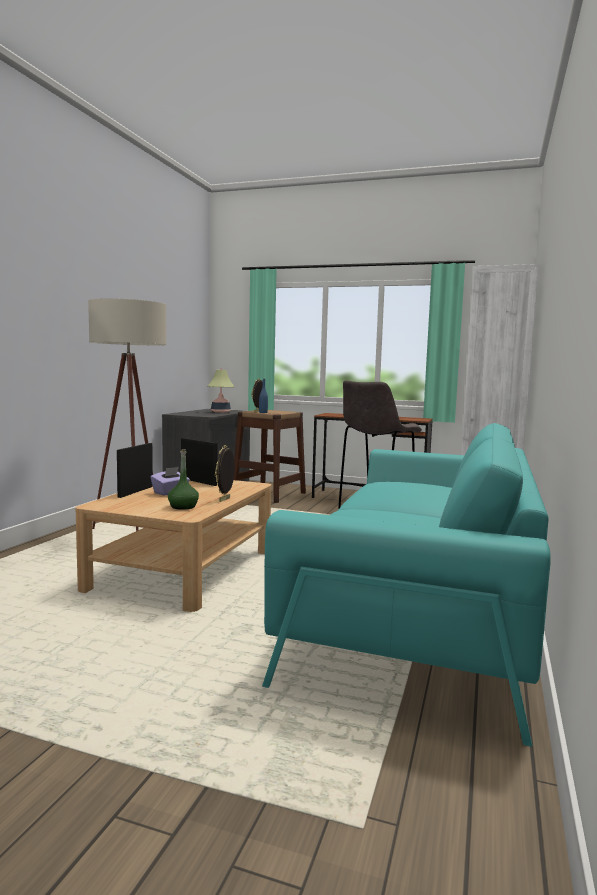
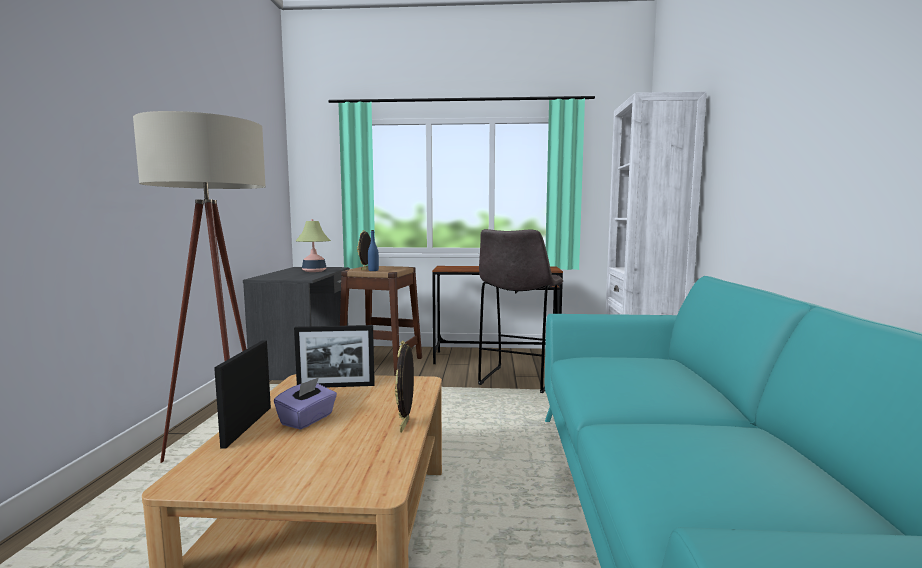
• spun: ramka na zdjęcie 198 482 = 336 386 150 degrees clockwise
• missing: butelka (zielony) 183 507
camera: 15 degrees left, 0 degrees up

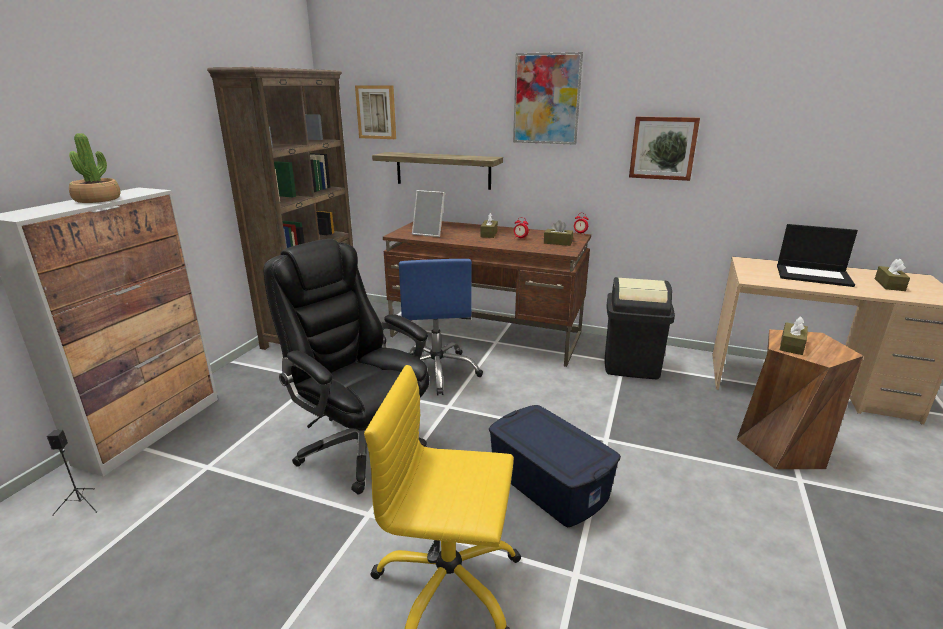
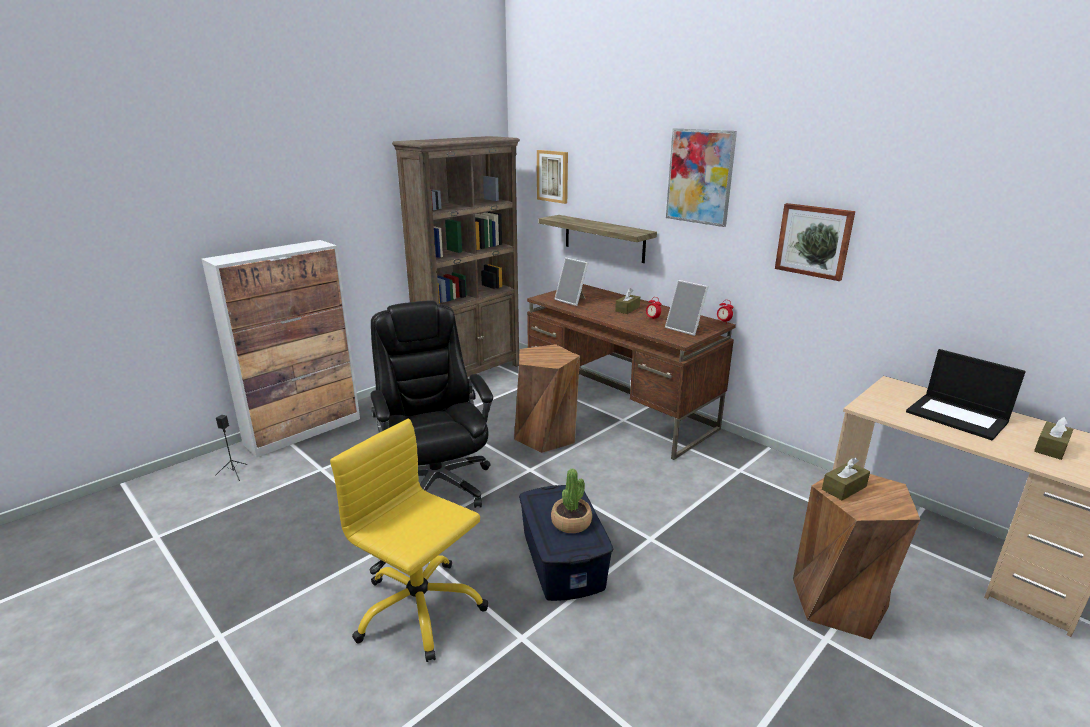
• exchanged: krzesło biurowe (niebieski) 437 372 to stołek (brązowy) 545 436
• relocated: roślina doniczkowa 97 199 to 571 522
• exchanged: pudełko chusteczek (brązowy) 558 242 to ramka na zdjęcie 685 329
• missing: kosz na śmieci (czarny) 631 365
camera: 25 degrees right, 0 degrees up

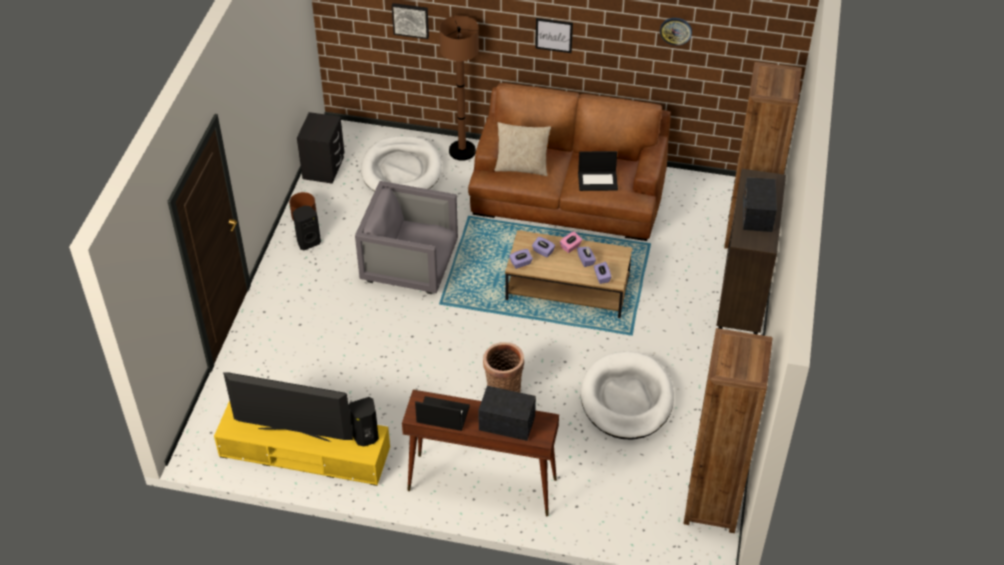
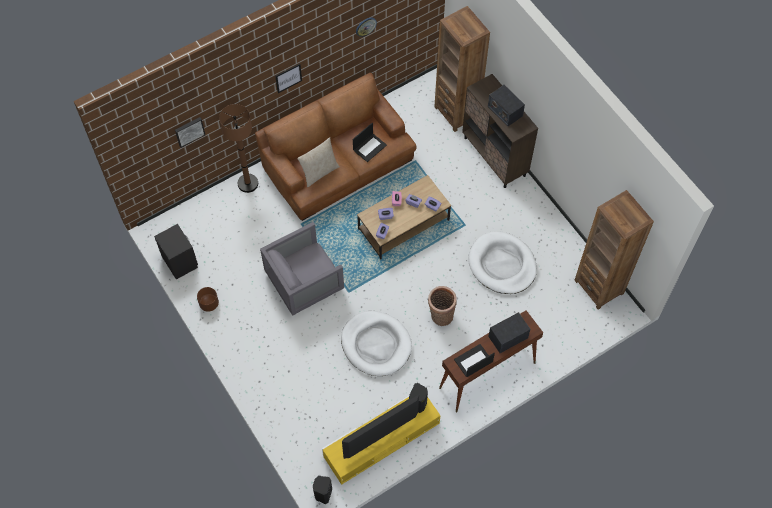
• relocated: głośnik (czarny) 308 242 to 323 494
• relocated: legowisko (biały) 401 170 to 376 344
camera: 45 degrees left, 15 degrees up

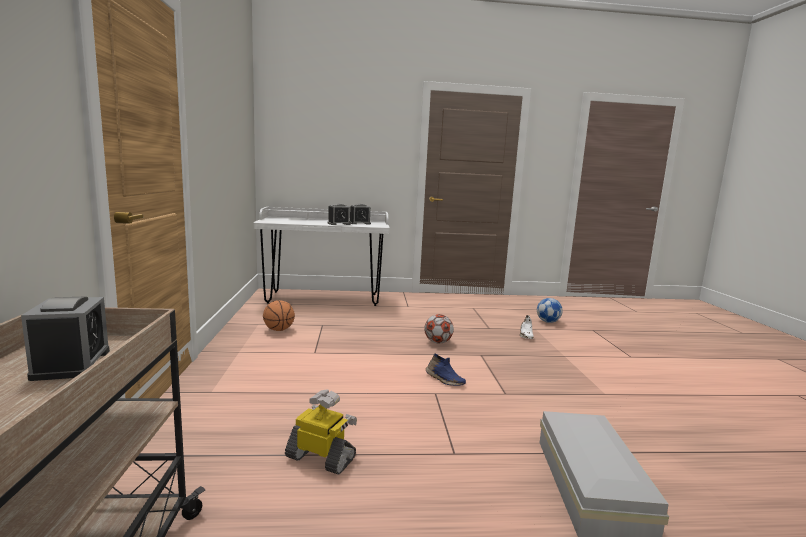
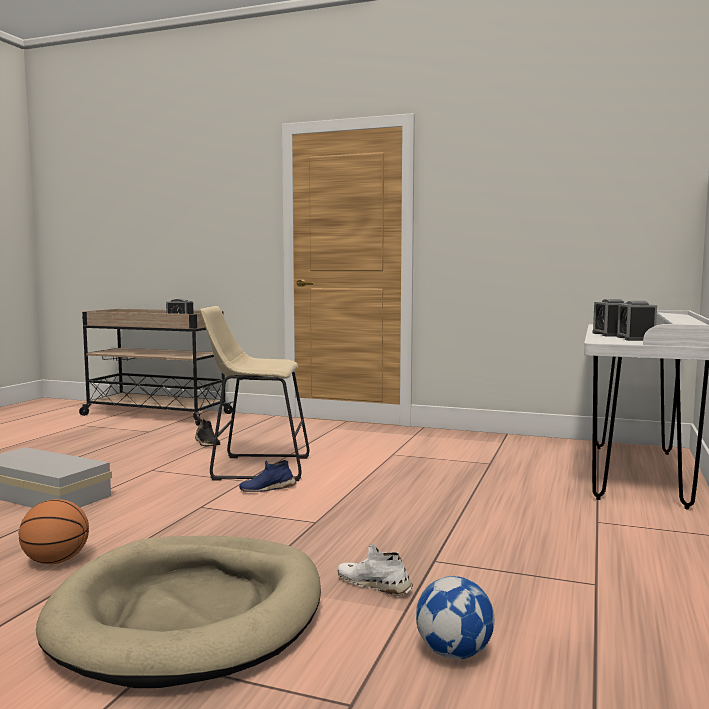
• relocated: piłka do koszykówki 279 330 to 56 562
• appeared: legowisko (beżowy) 190 613
• exchanged: robot zabawkowy 322 458 to but (czarny) 206 443
• appeared: stołek (beżowy) 255 468
• missing: piłka futbolowa 438 342
camera: 115 degrees right, 5 degrees down

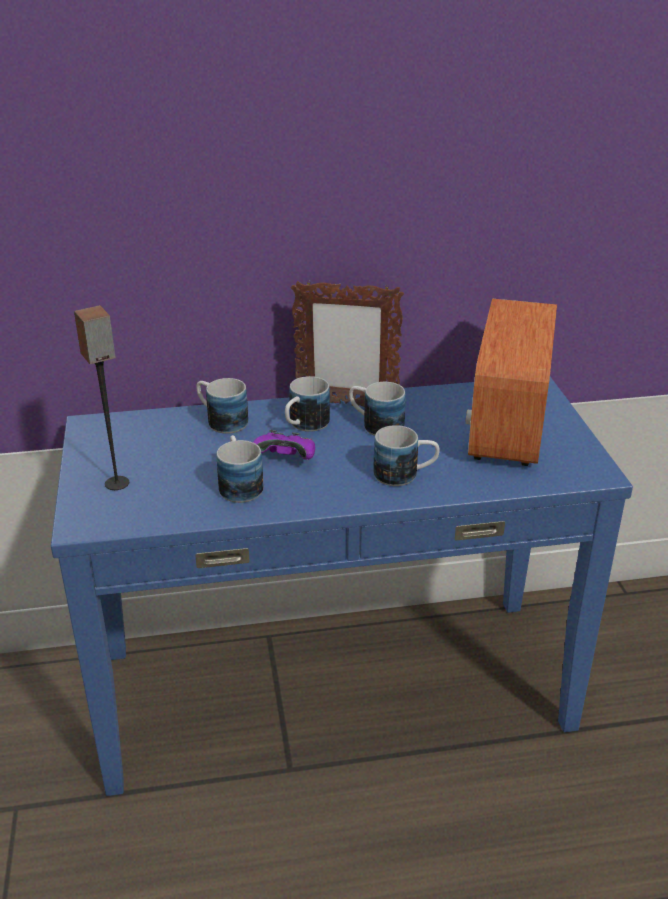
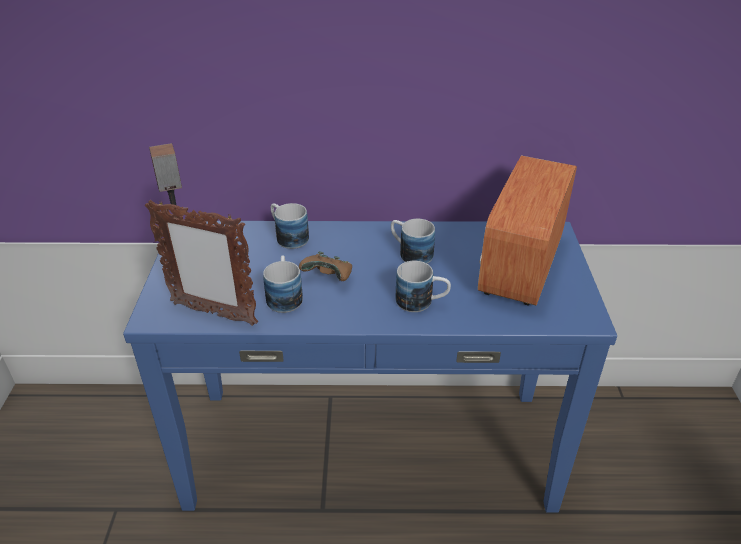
• relocated: ramka na zdjęcie 346 404 to 213 313
• colour: pad do gier (fioletowy) 286 460 to pad do gier (brązowy) 329 277
• missing: kubek 304 426
camera: 10 degrees right, 5 degrees up

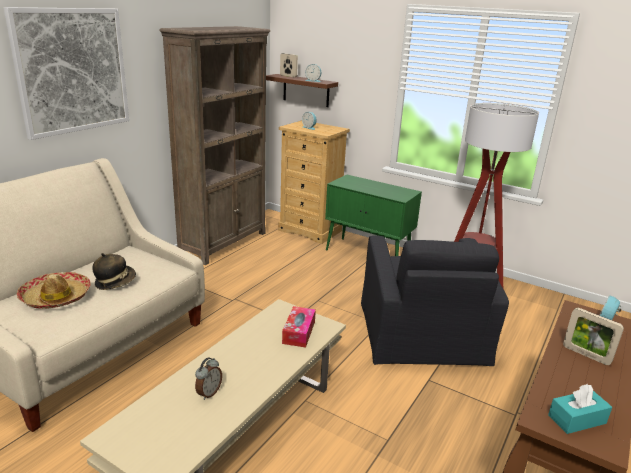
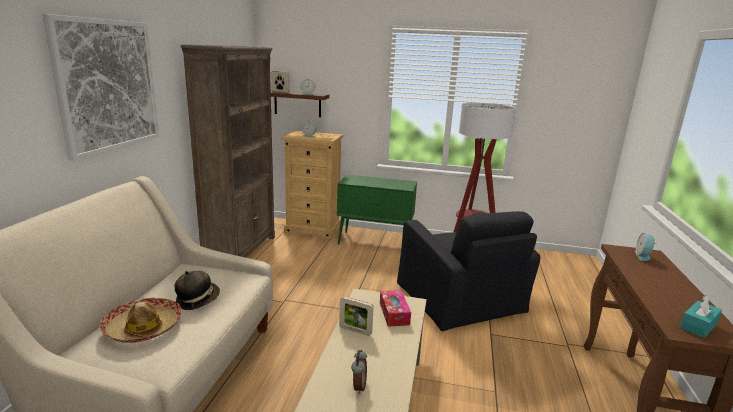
• relocated: ramka na zdjęcie 586 355 to 355 331
camera: 20 degrees left, 5 degrees down

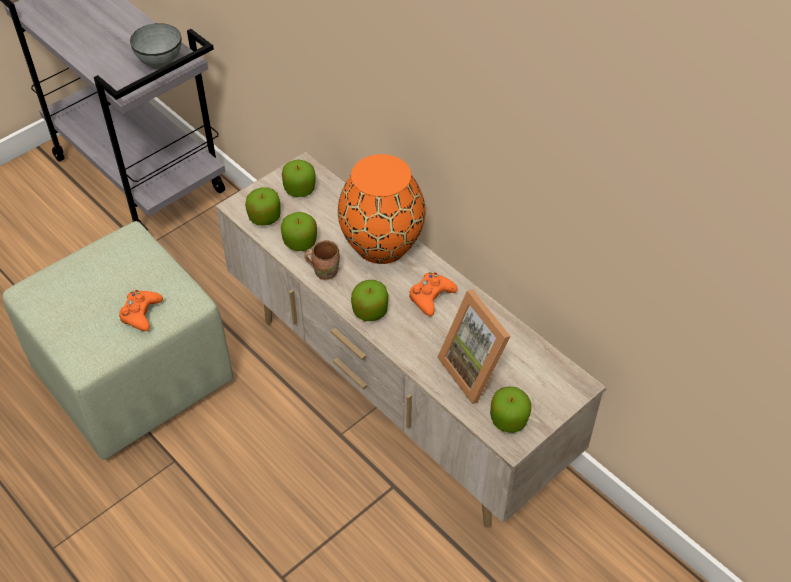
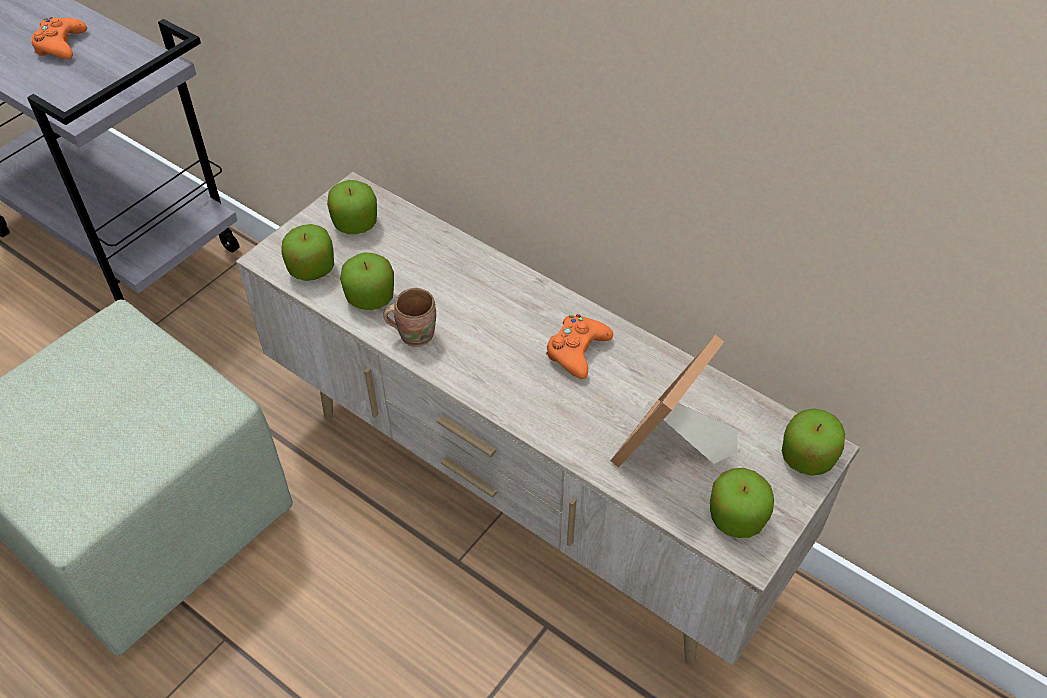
• relocated: pad do gier (pomarańczowy) 141 314 to 61 45
• spun: ramka na zdjęcie 477 370 = 670 449 75 degrees clockwise
• relocated: jabłko 370 311 to 807 457
• missing: miska (szary) 161 62
• missing: wazon (pomarańczowy) 381 244
camera: 10 degrees left, 0 degrees up

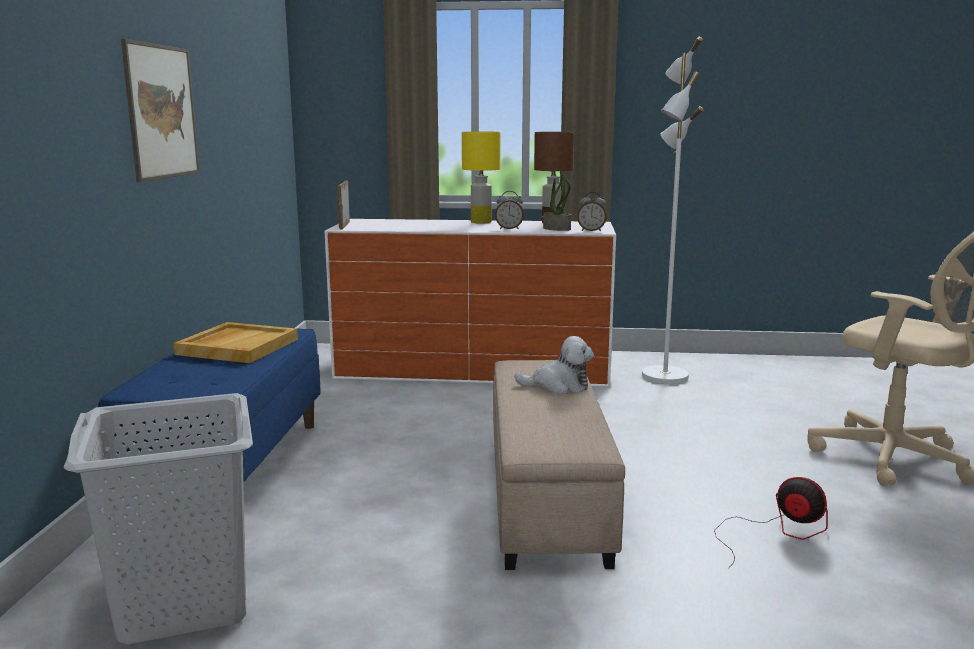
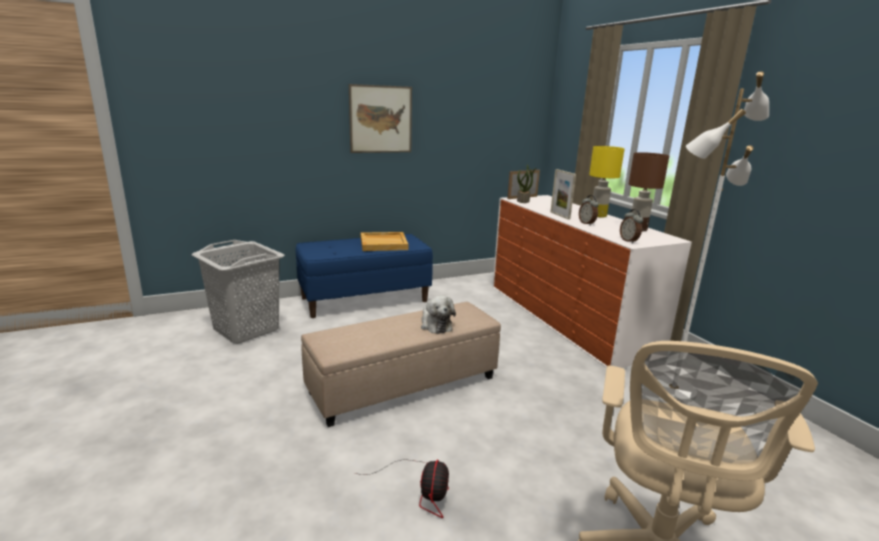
• relocated: roślina doniczkowa 557 229 to 523 201
• appeared: ramka na zdjęcie 560 215
camera: 60 degrees right, 5 degrees up

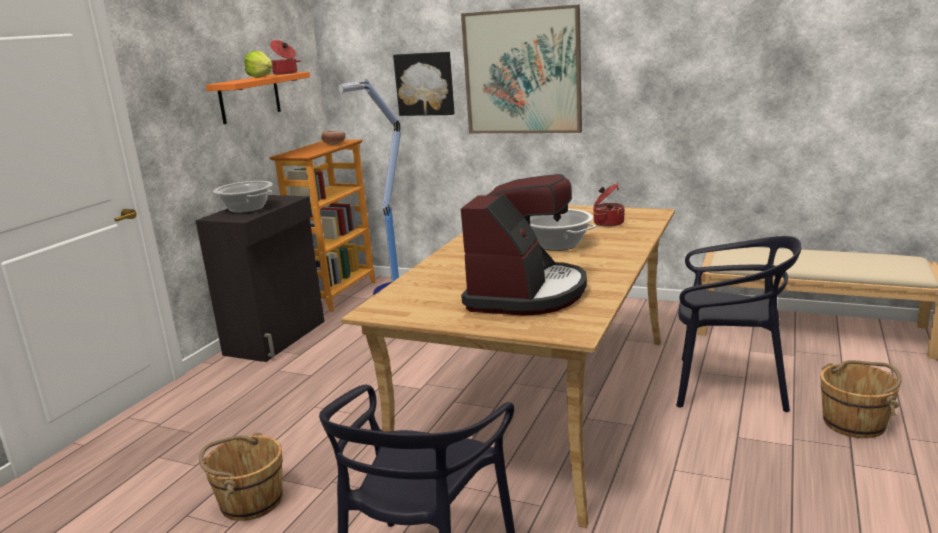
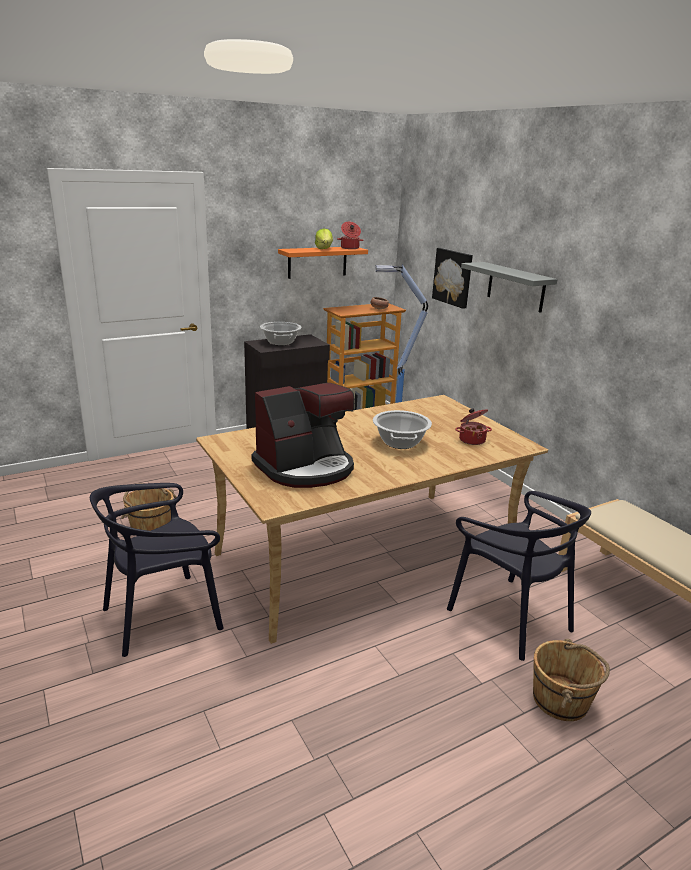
• exchanged: obraz 522 72 to półka (szary) 516 287
camera: 35 degrees right, 5 degrees up

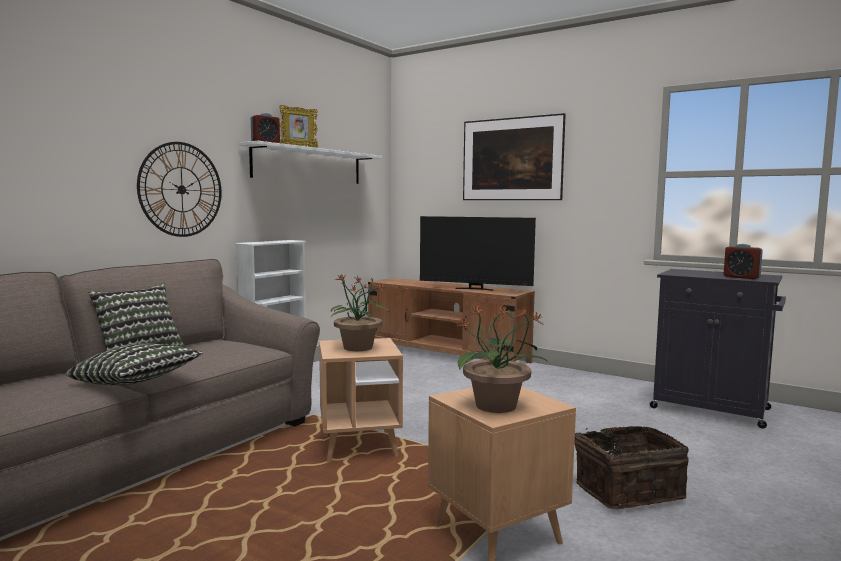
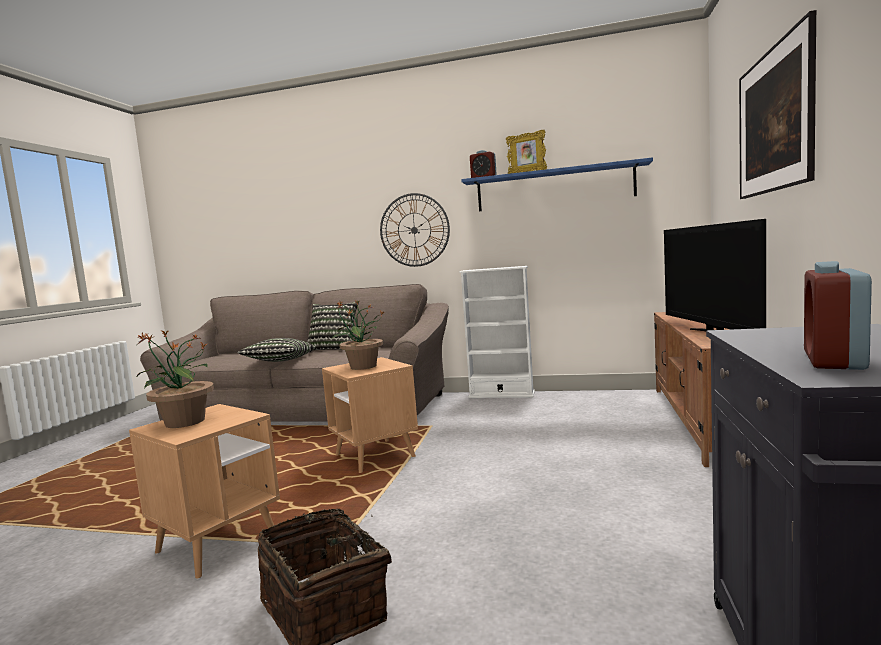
• colour: półka (biały) 309 165 to półka (niebieski) 554 188
camera: 70 degrees right, 0 degrees up

